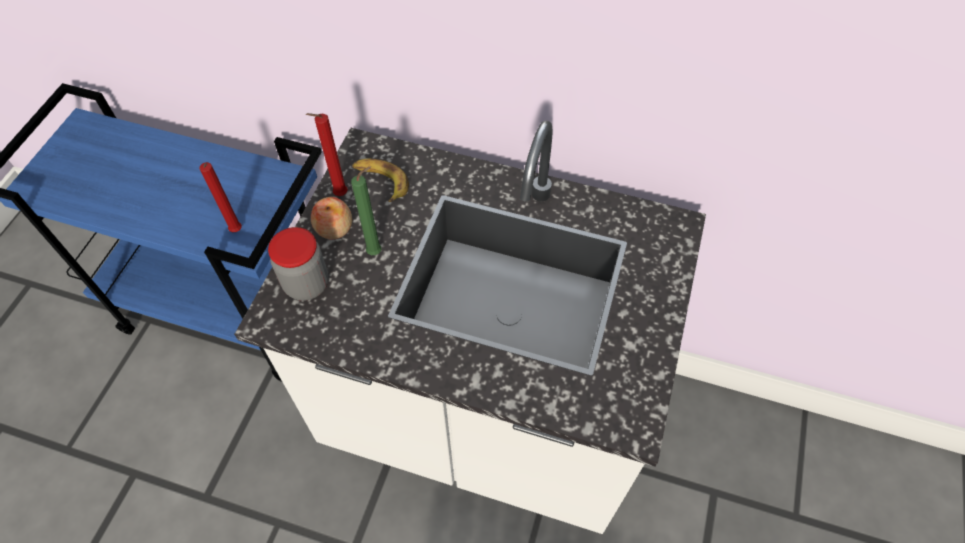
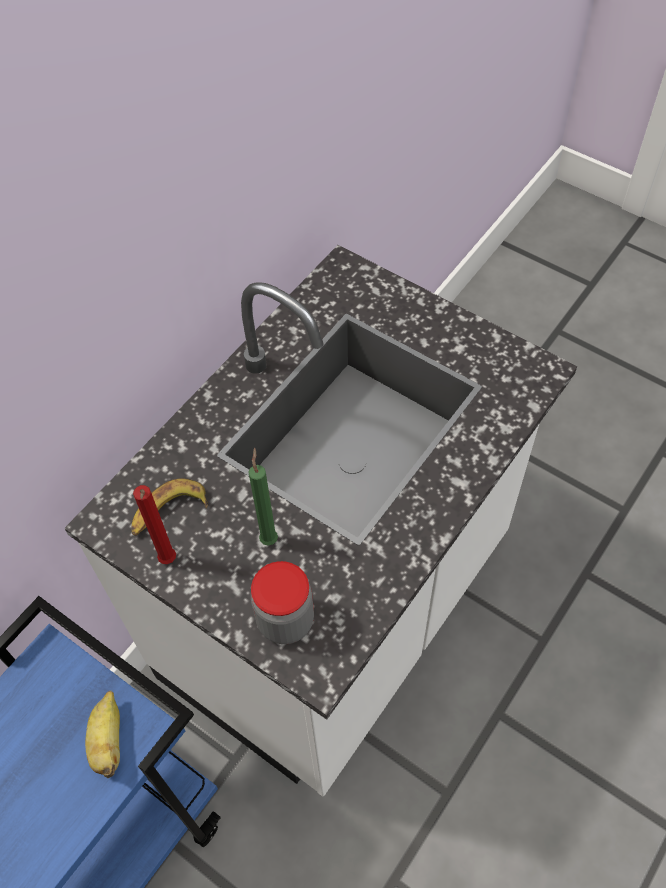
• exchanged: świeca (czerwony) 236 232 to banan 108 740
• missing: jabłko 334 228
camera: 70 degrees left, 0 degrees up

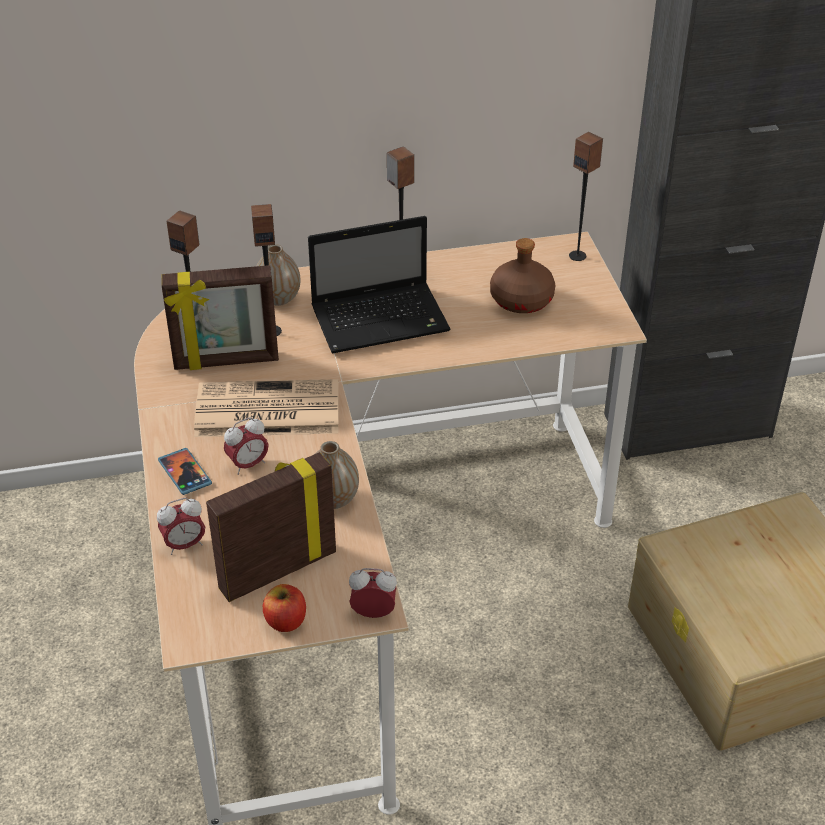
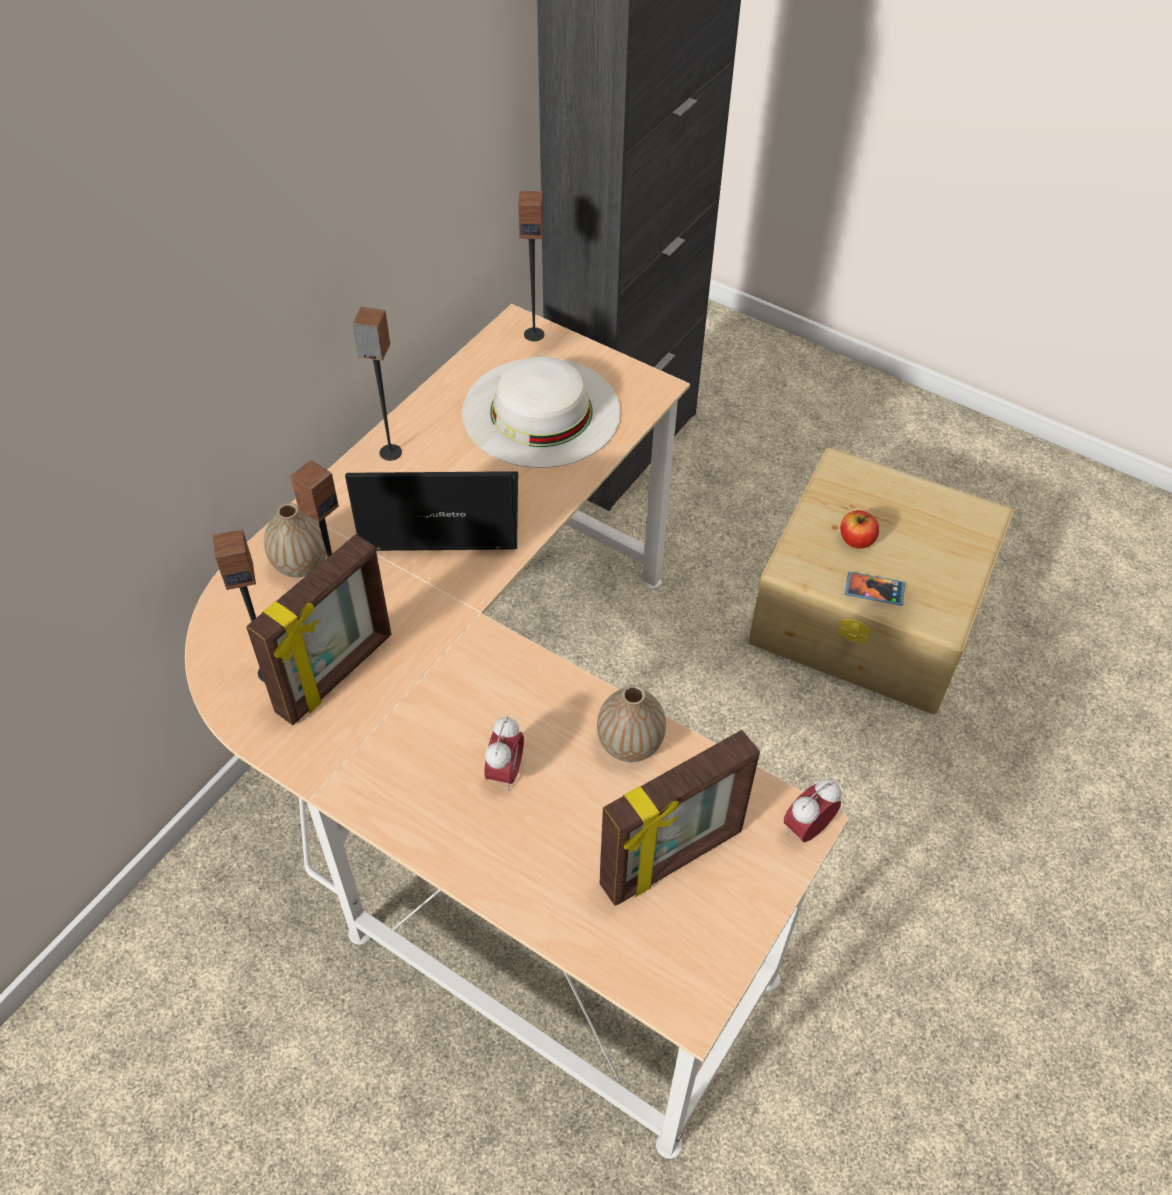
• spun: laptop 382 319 = 437 517 120 degrees counterclockwise
• exchanged: butelka (brązowy) 522 300 to kapelusz (biały) 541 411
• spun: ramka na zdjęcie 277 569 = 673 860 135 degrees counterclockwise
• relocated: jabłko 285 621 to 856 540
• relocated: telefon 185 473 to 874 590
• missing: budzik 184 545
• missing: gazeta 265 411
camera: 45 degrees left, 10 degrees up

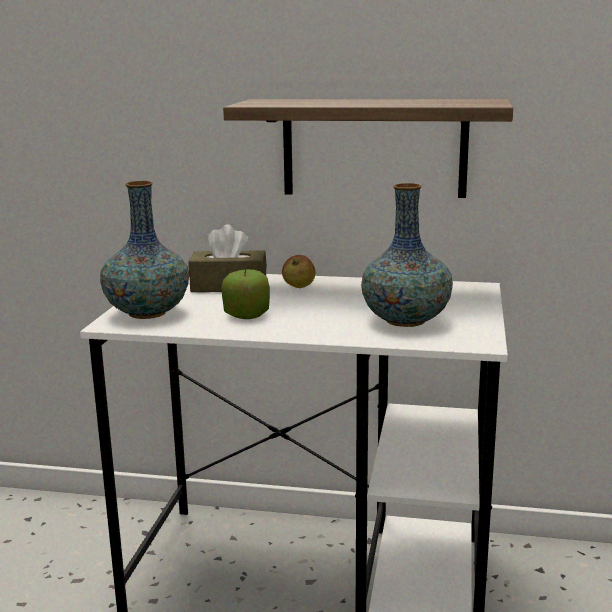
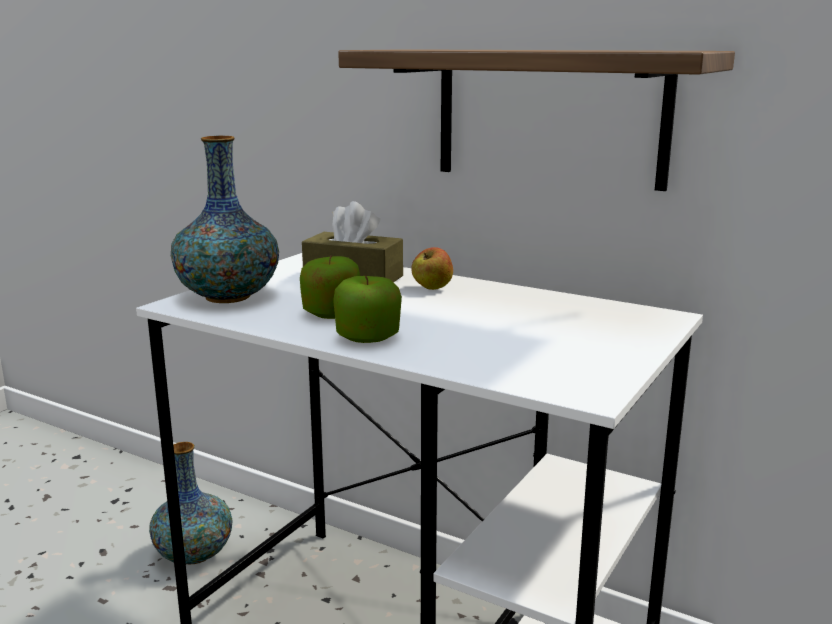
• relocated: wazon 405 321 to 194 554
• appeared: jabłko 368 337
camera: 20 degrees right, 0 degrees up

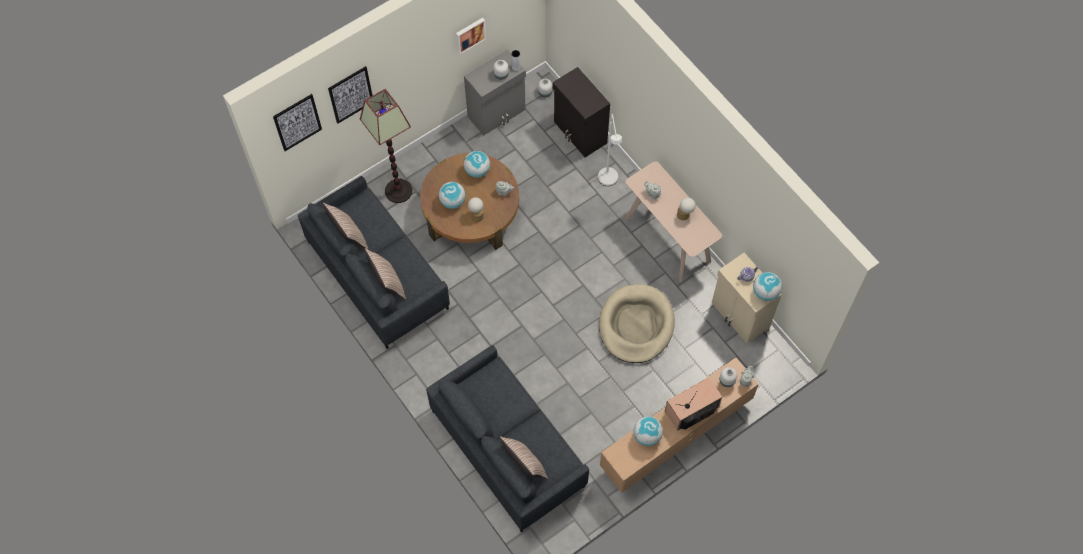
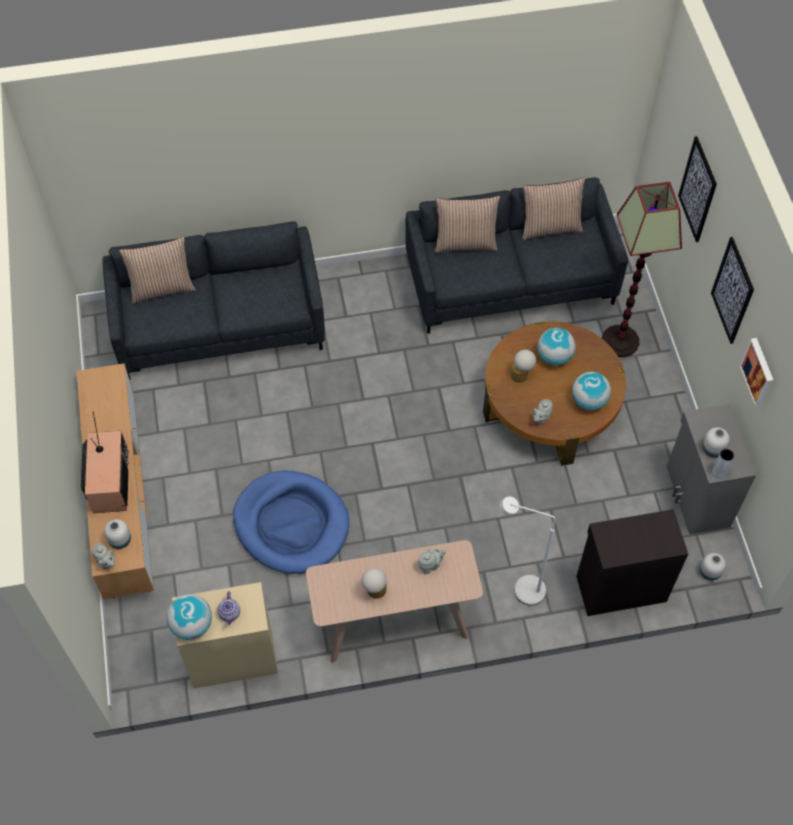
• colour: legowisko (beżowy) 636 325 to legowisko (niebieski) 291 524
• relocated: obraz 297 122 to 732 291
• missing: globus 647 436
camera: 115 degrees right, 5 degrees down

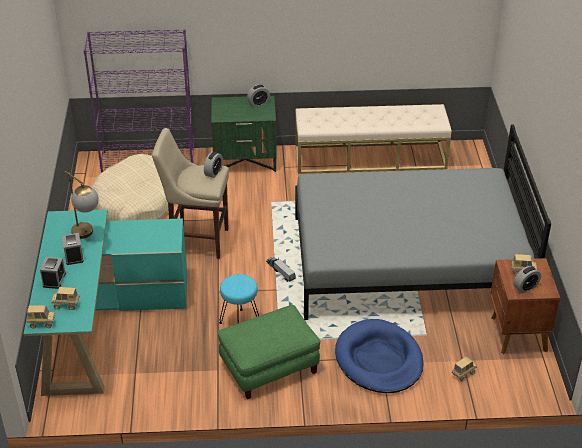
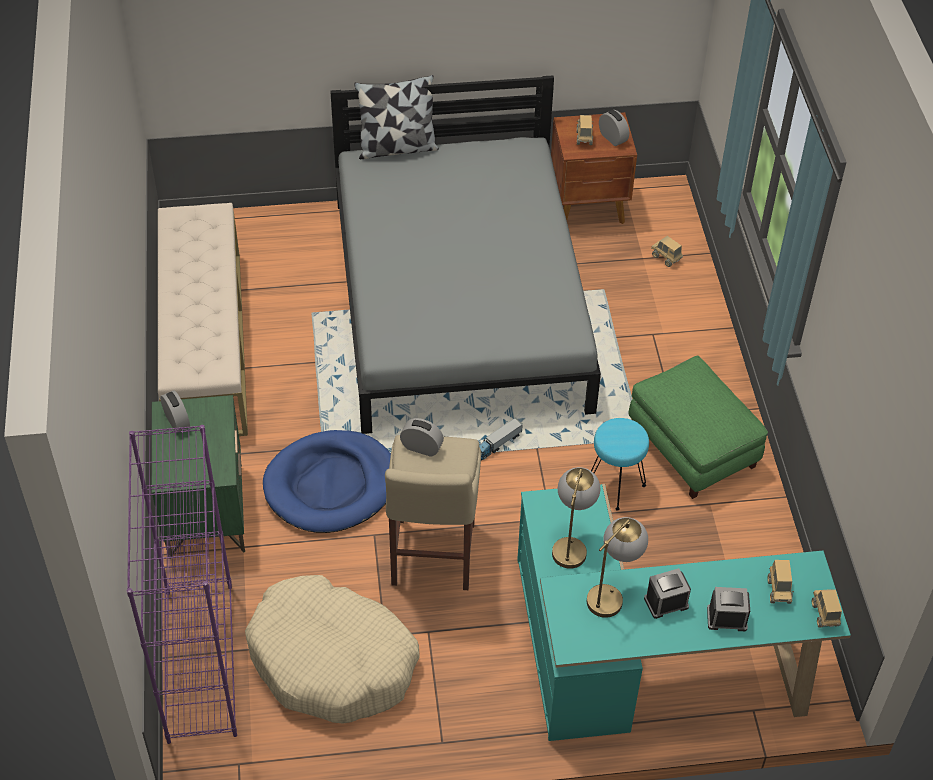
• relocated: legowisko (niebieski) 379 360 to 331 485
• appeared: poduszka 397 148
• appeared: lampa stołowa 571 543
camera: 95 degrees left, 10 degrees up

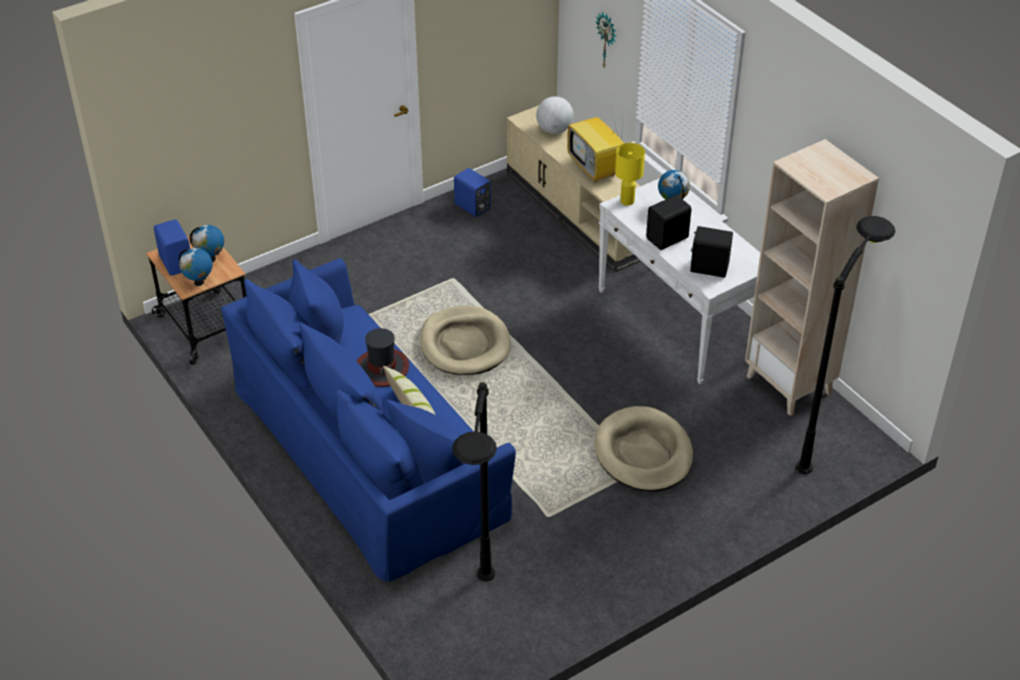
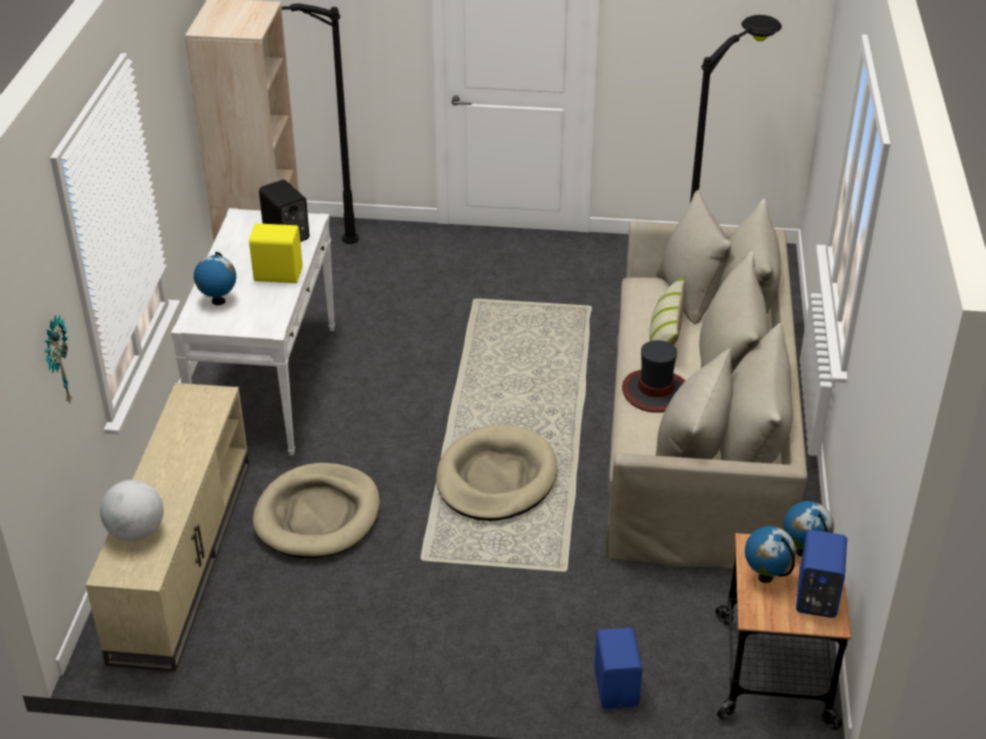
• colour: głośnik (czarny) 668 239 to głośnik (żółty) 277 274
• relocated: legowisko (beżowy) 643 453 to 318 515
• relocated: głośnik (niebieski) 472 207 to 617 687
• colour: kanapa (niebieski) 368 449 to kanapa (beżowy) 696 433
• missing: telewizor 596 169
• missing: lampa stołowa (żółty) 627 201
camera: 140 degrees left, 5 degrees down

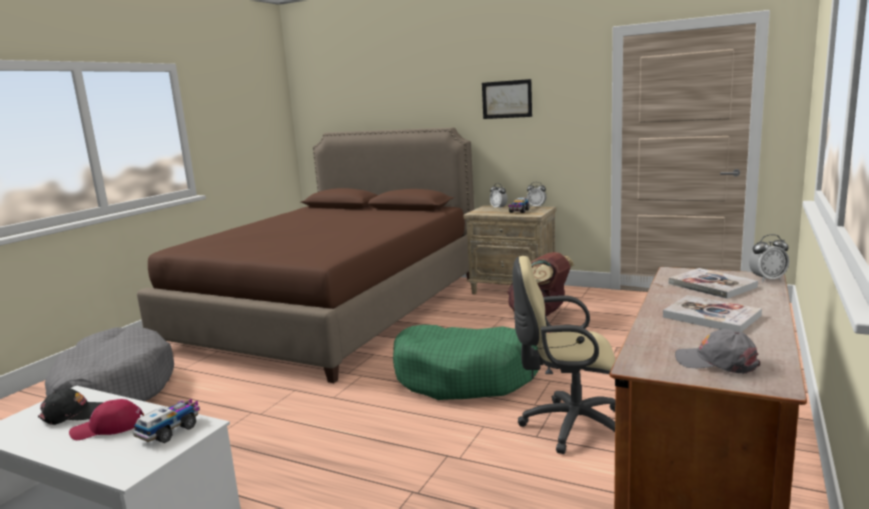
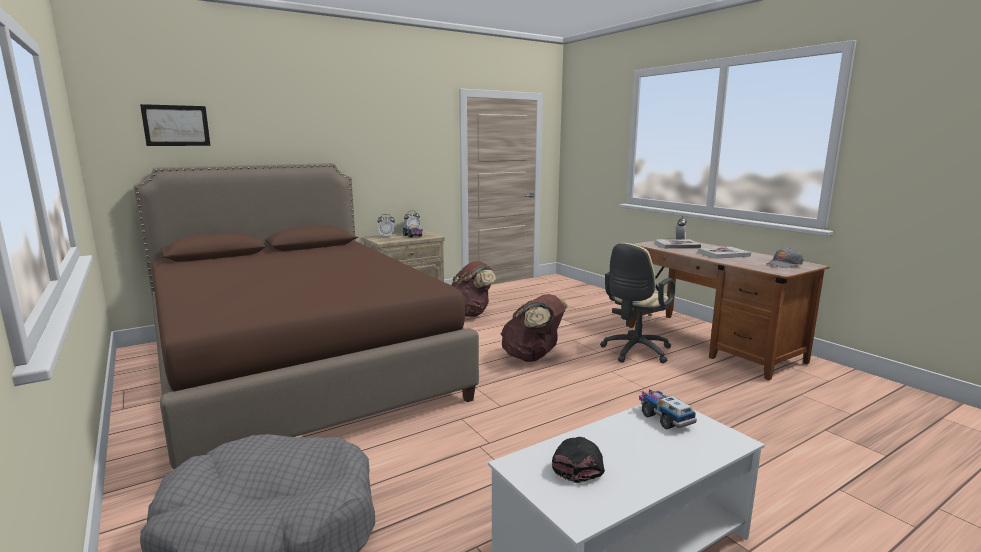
• relocated: obraz 506 99 to 176 125
• exchanged: legowisko (zielony) 465 377 to plecak (brązowy) 532 357
• missing: czapka z daszkiem (czerwony) 108 427
camera: 60 degrees left, 0 degrees up

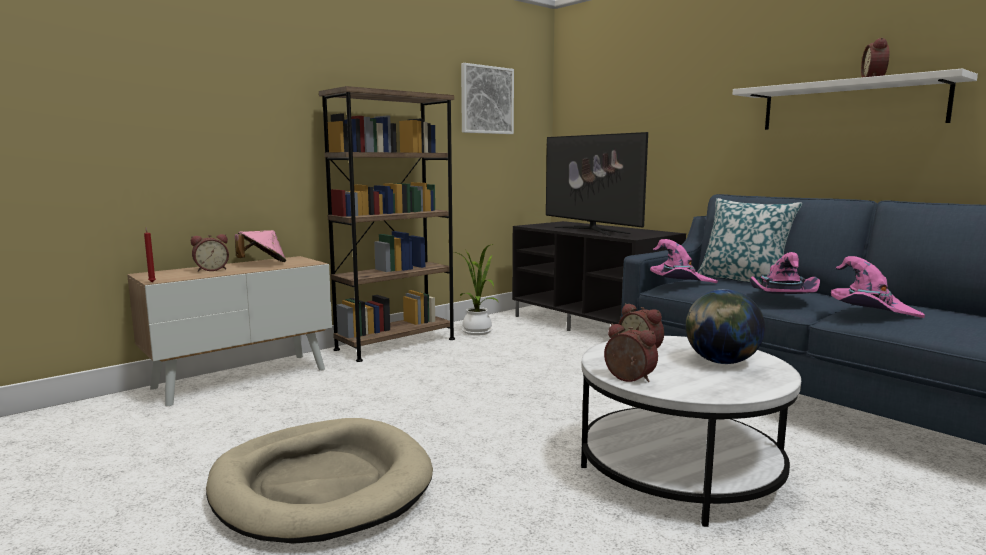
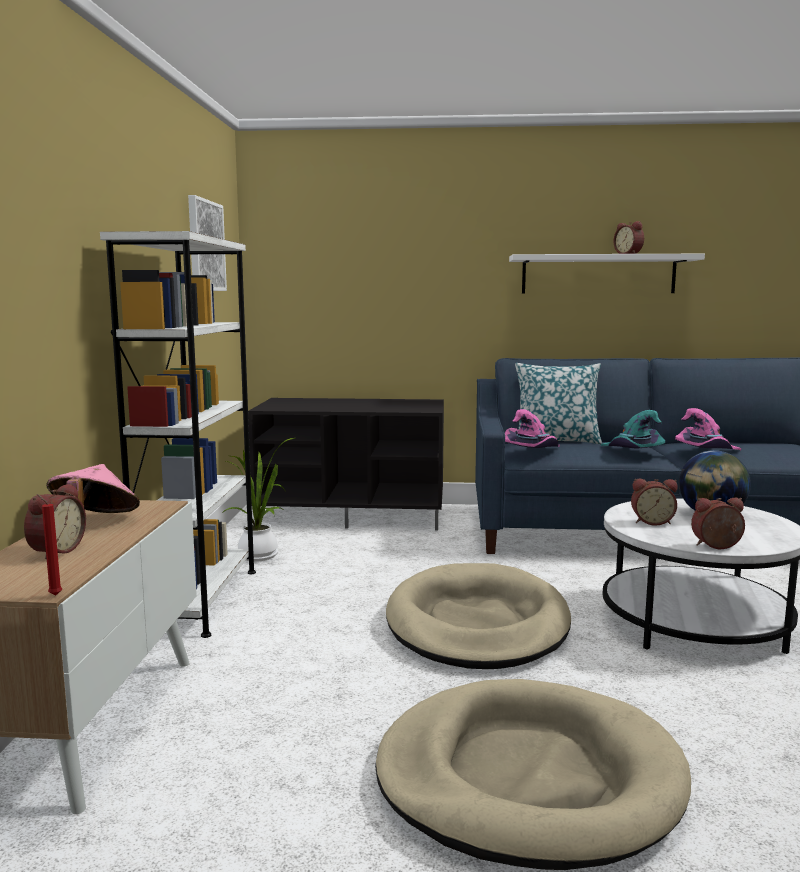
• colour: regał (brązowy) 396 344 to regał (biały) 199 600
• appeared: legowisko (beżowy) 477 624
• colour: kapelusz (różowy) 780 297 to kapelusz (turkusowy) 633 451
• missing: telewizor 591 230
camera: 45 degrees left, 0 degrees up

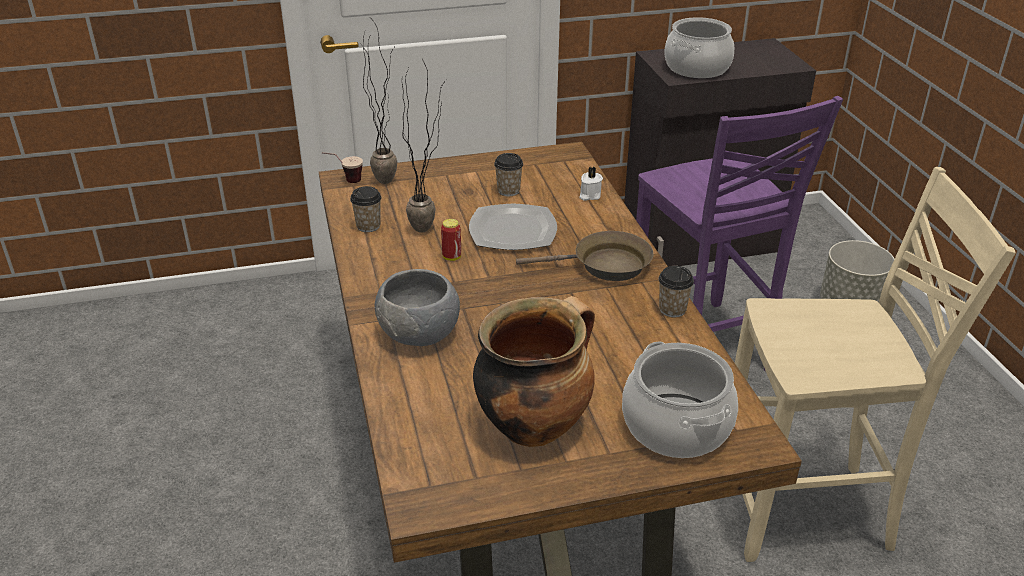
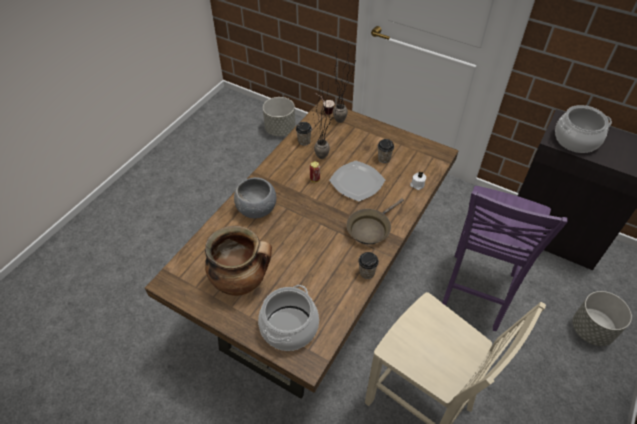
• appeared: donica (szary) 280 129
• spun: patelnia (brązowy) 605 265 = 370 228 90 degrees clockwise
camera: 45 degrees right, 15 degrees up

